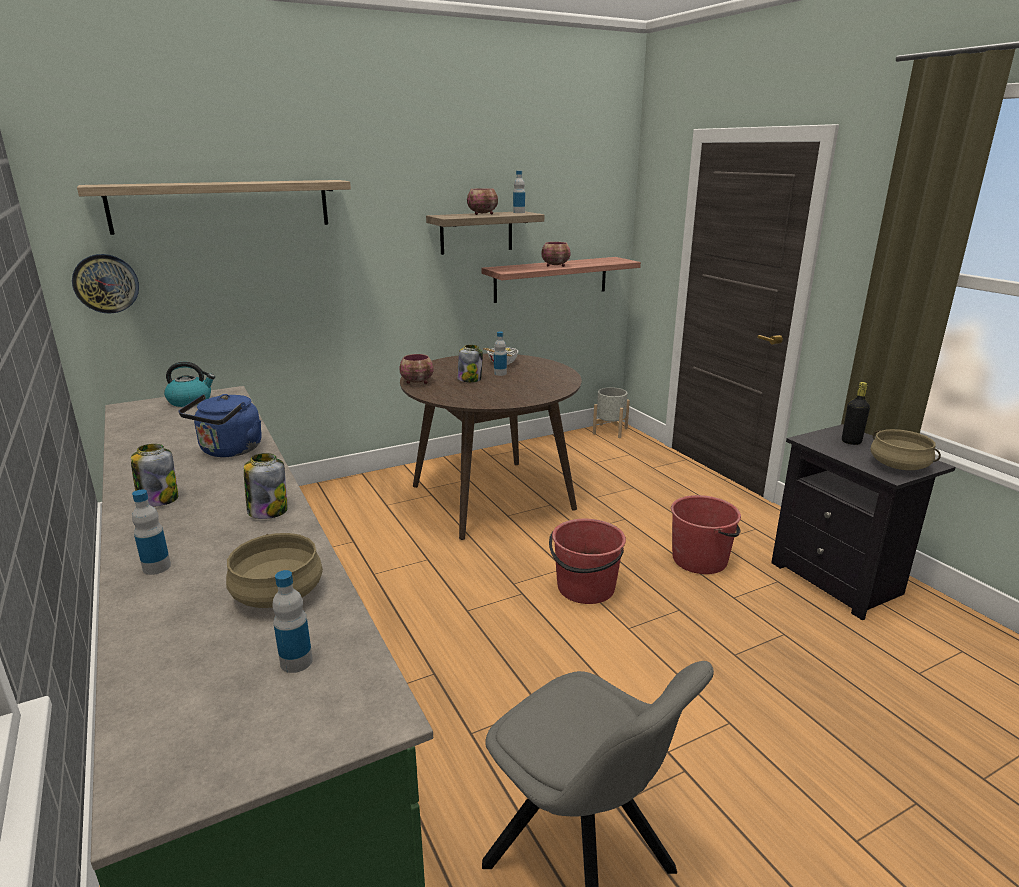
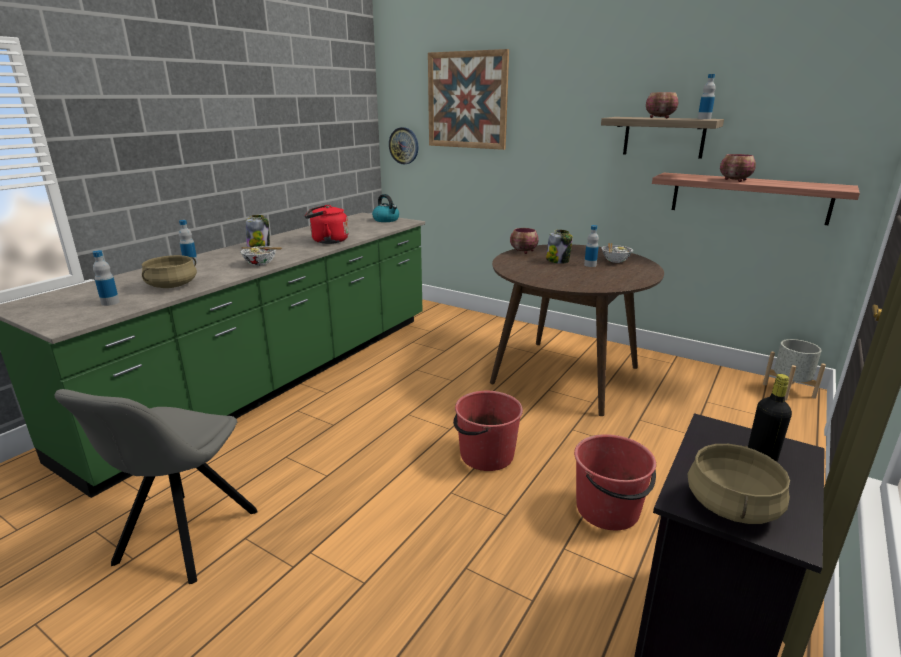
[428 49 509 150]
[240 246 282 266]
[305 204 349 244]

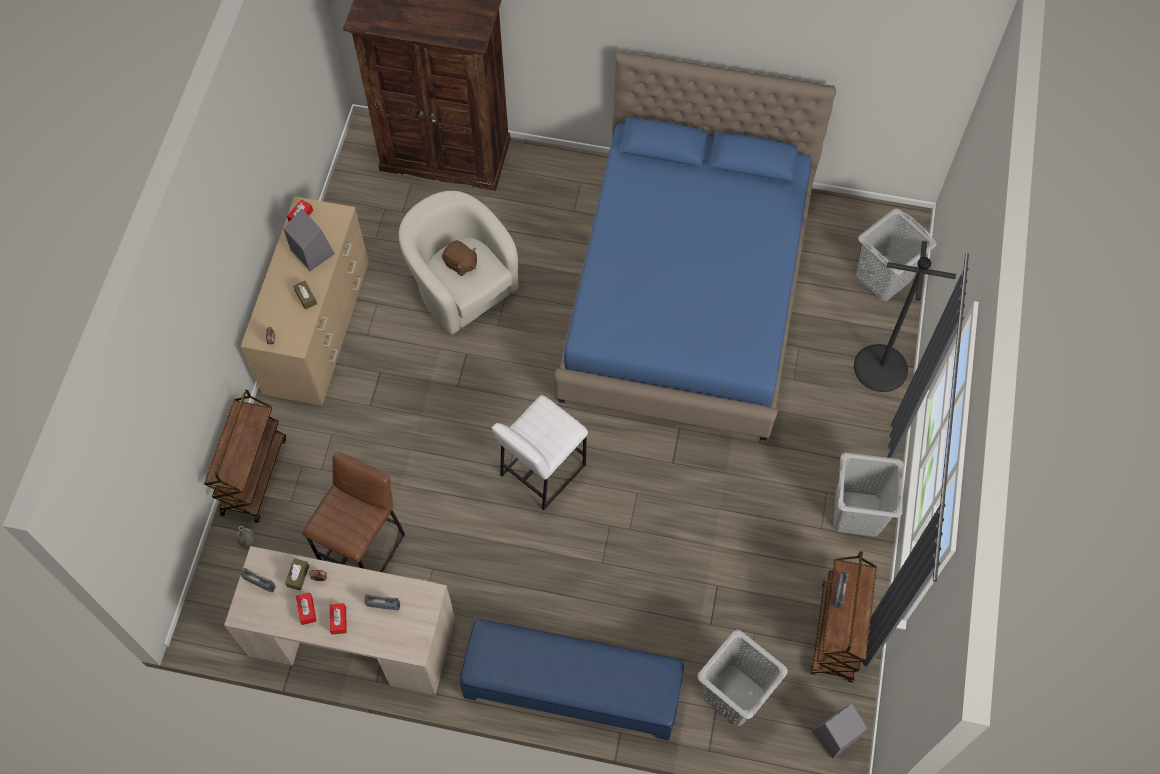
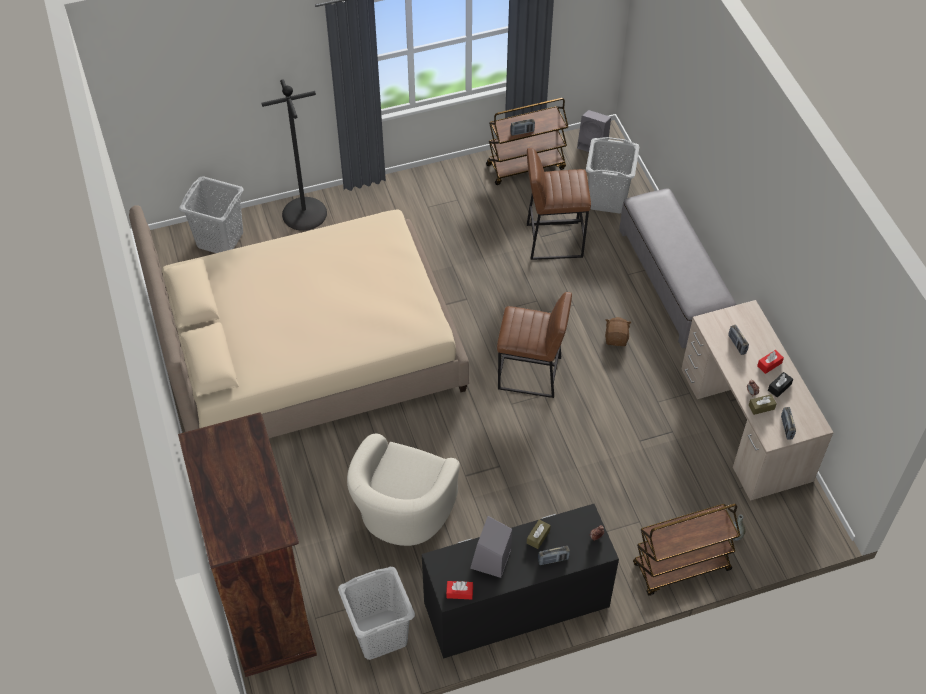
[538 546 570 565]
[527 148 591 260]
[605 317 631 346]
[338 567 415 660]
[422 504 619 659]
[768 372 793 398]
[619 189 736 348]
[497 292 572 398]
[129 205 469 438]

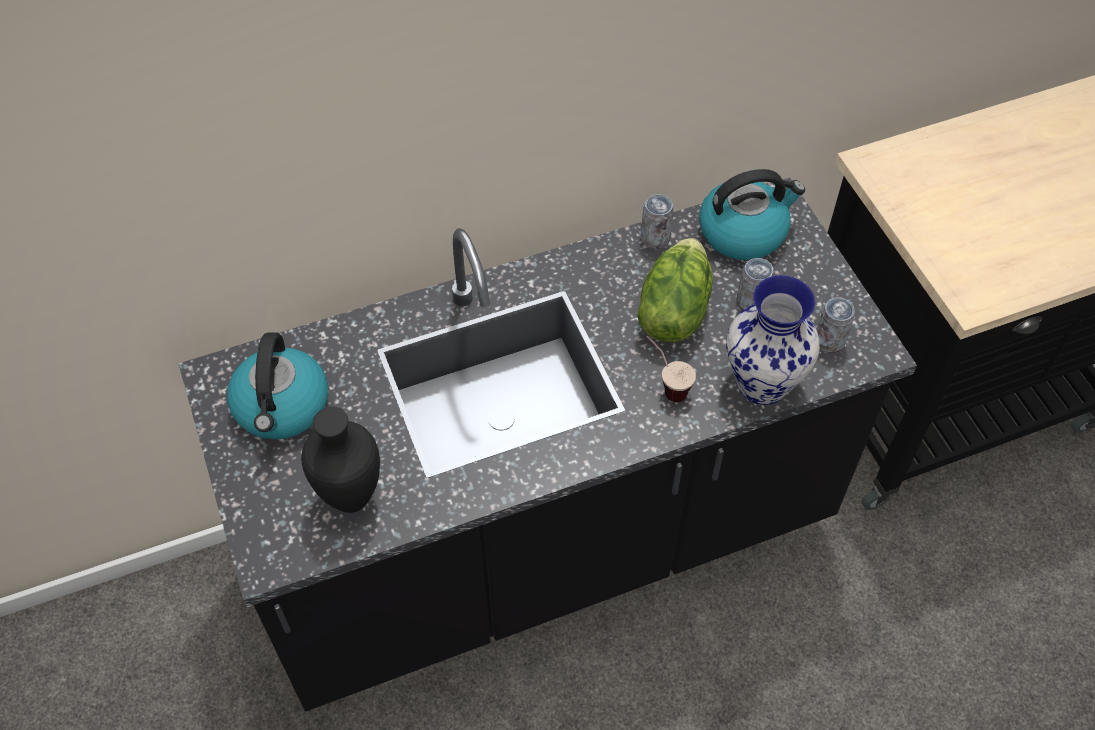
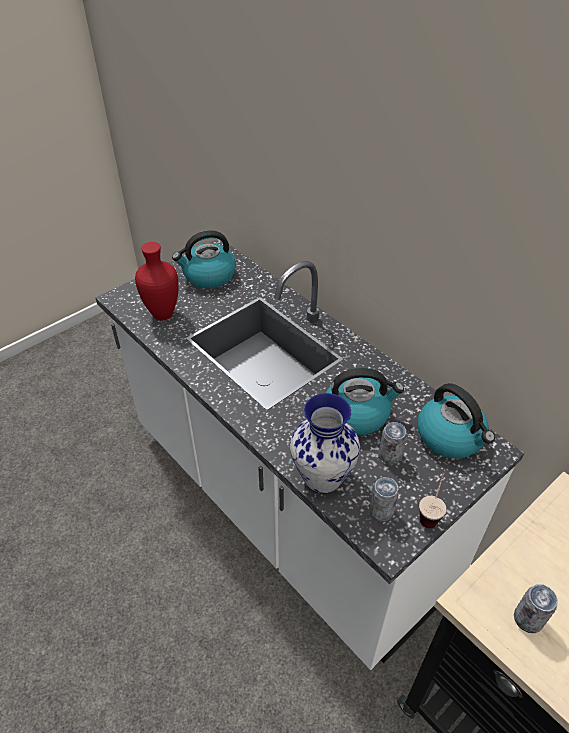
[514 584 558 633]
[419 470 446 528]
[326 368 404 436]
[95 239 524 670]
[135 242 179 321]

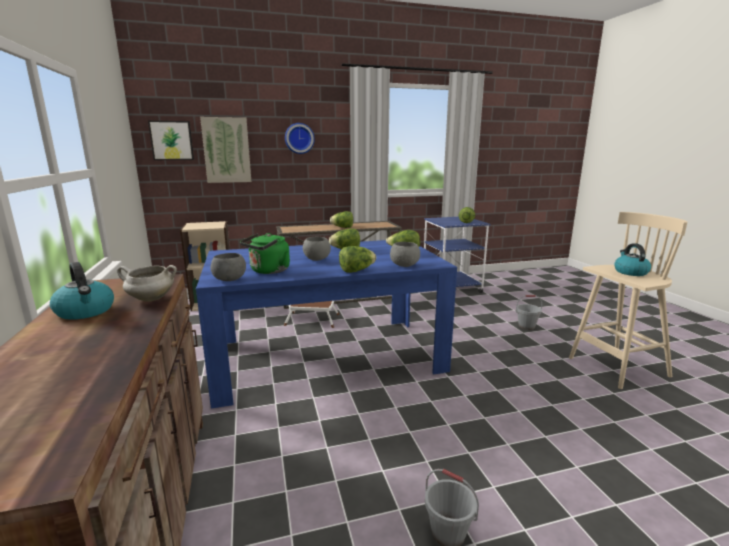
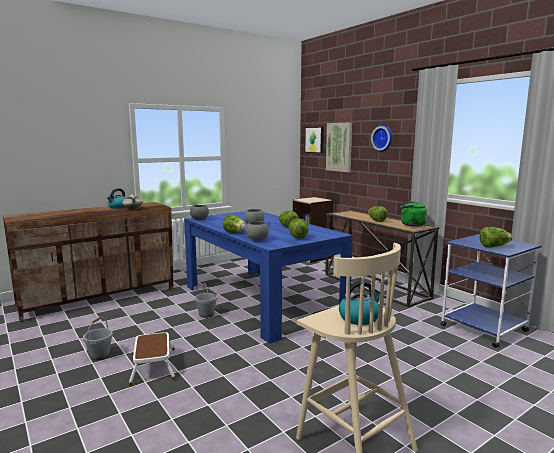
[400 201 427 227]
[127 332 177 387]
[195 283 217 318]

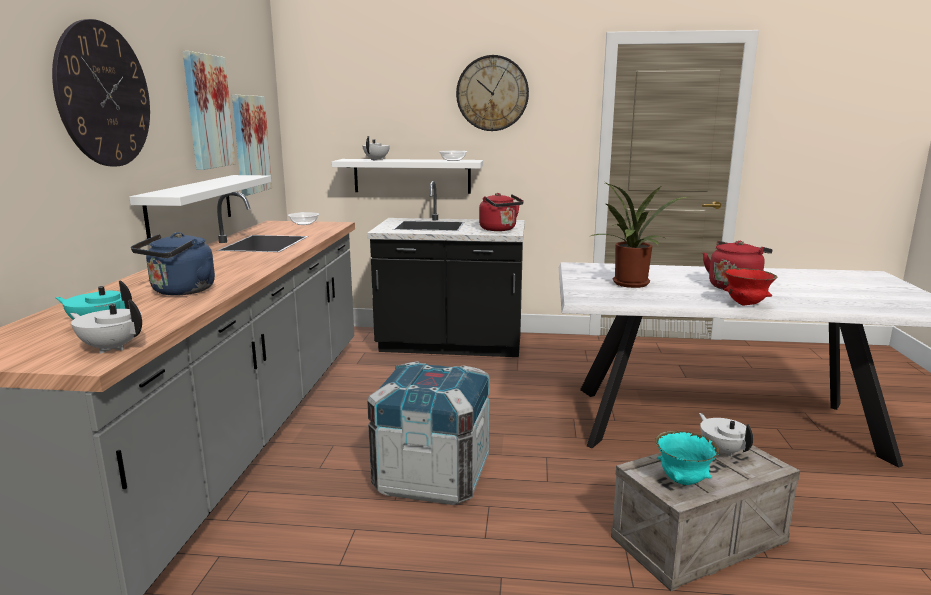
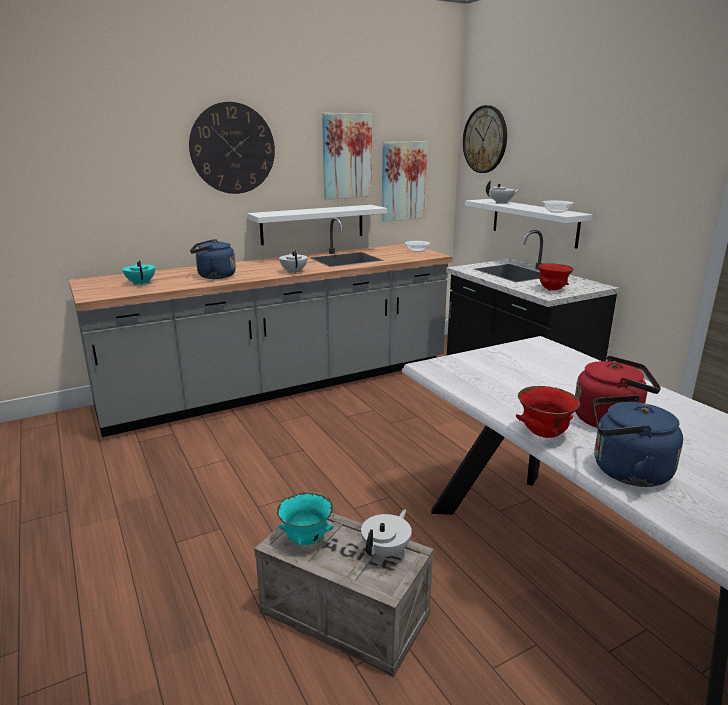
[367 361 490 505] (first image)
[587 181 688 288] (first image)
[593 395 683 487]
[279 250 308 273]
[463 105 507 173]
[537 263 574 291]

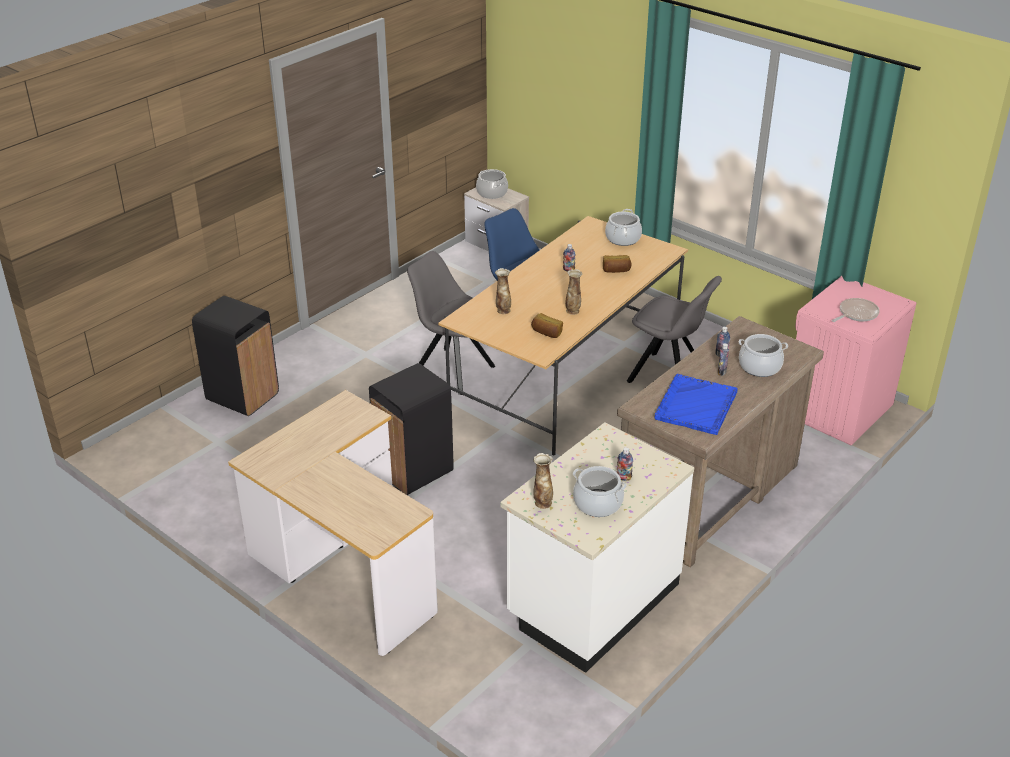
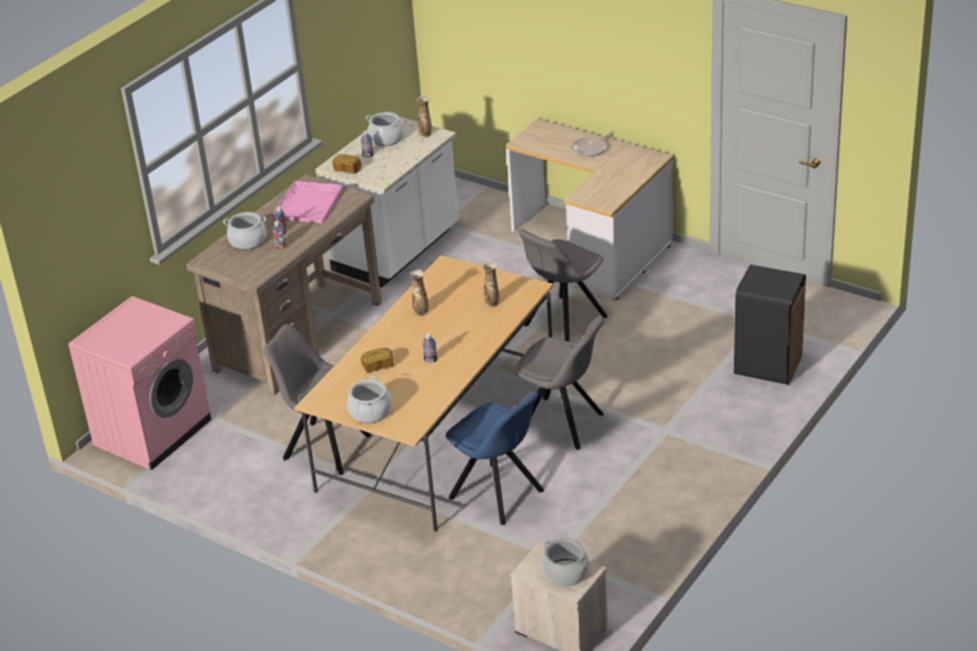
[332 154 361 174]
[572 131 614 157]
[519 229 608 342]
[272 181 344 223]

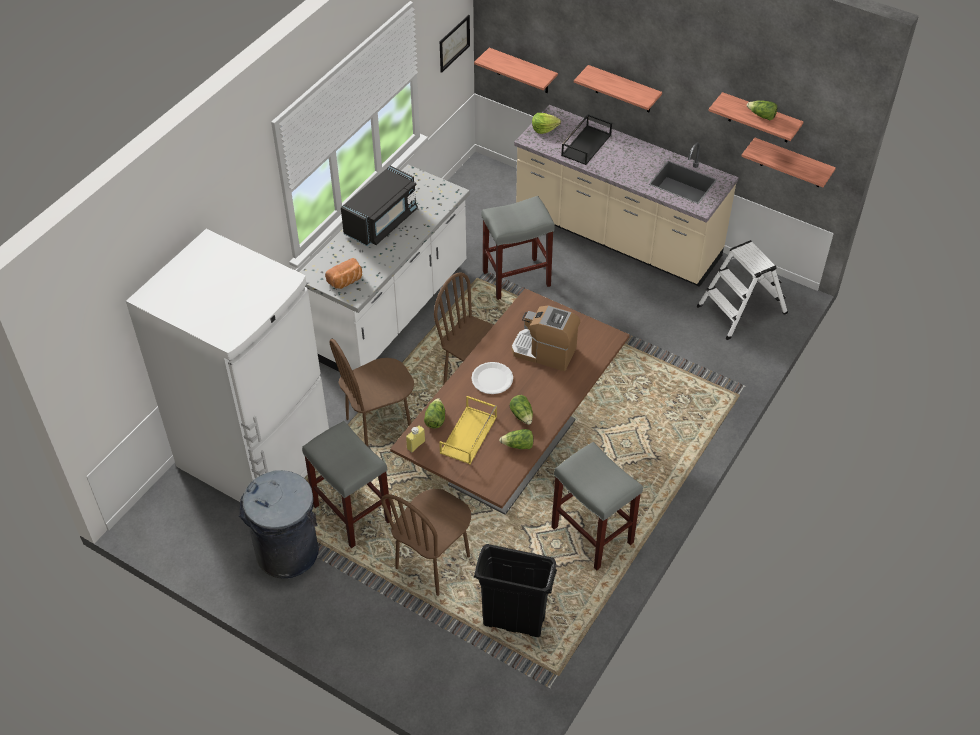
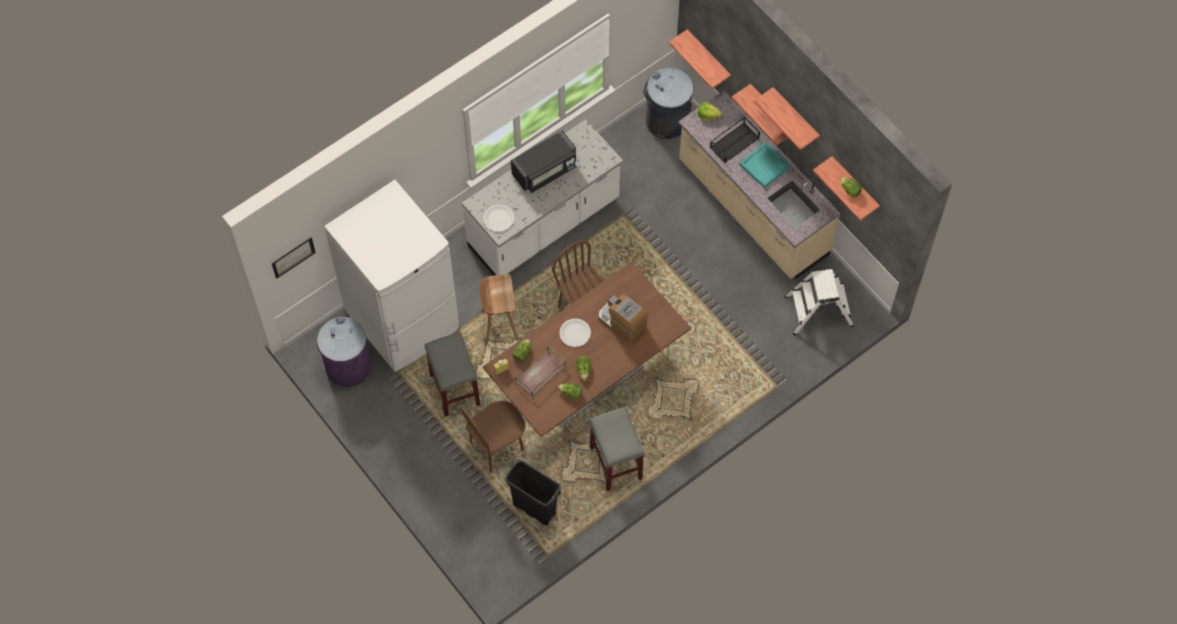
[481 196 555 300] (first image)
[317 317 371 387]
[739 142 790 188]
[643 68 694 139]
[272 237 316 279]
[754 87 820 150]
[483 204 514 232]
[479 274 518 344]
[515 345 566 397]

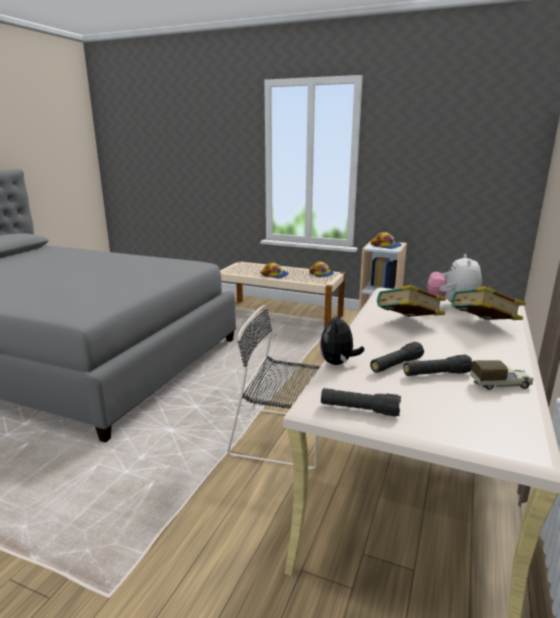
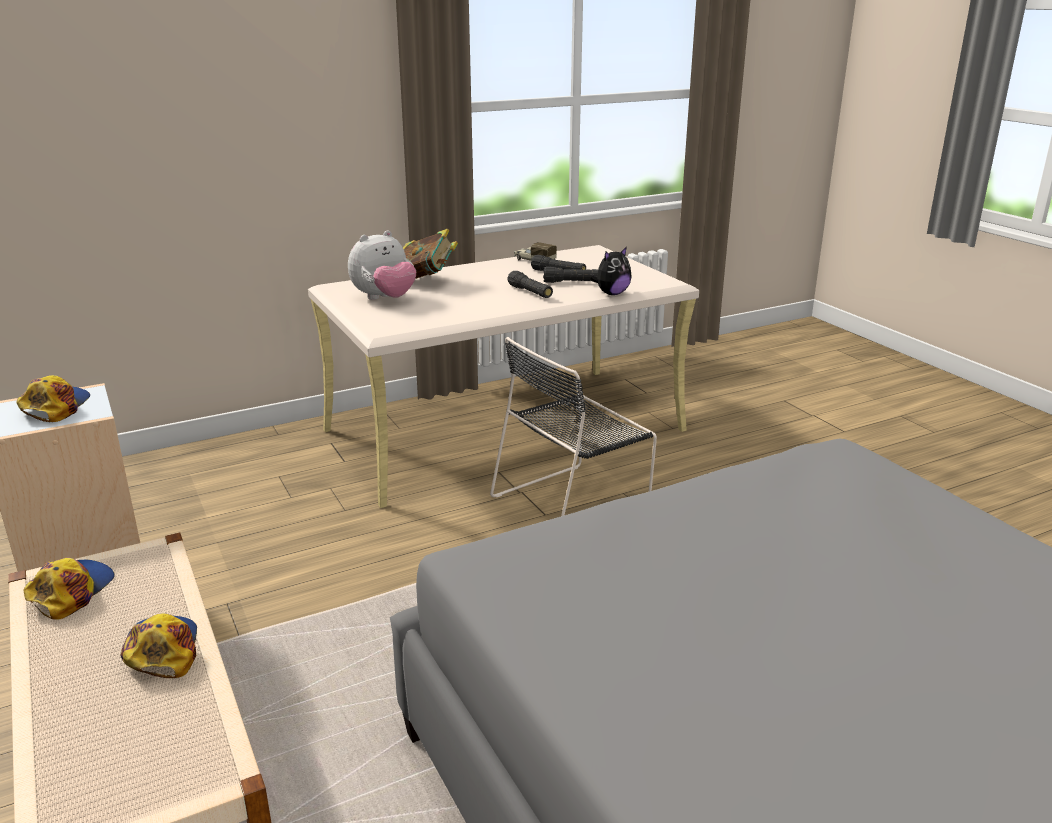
[377 285 446 317] (first image)
[507 271 553 298]
[490 337 657 516]

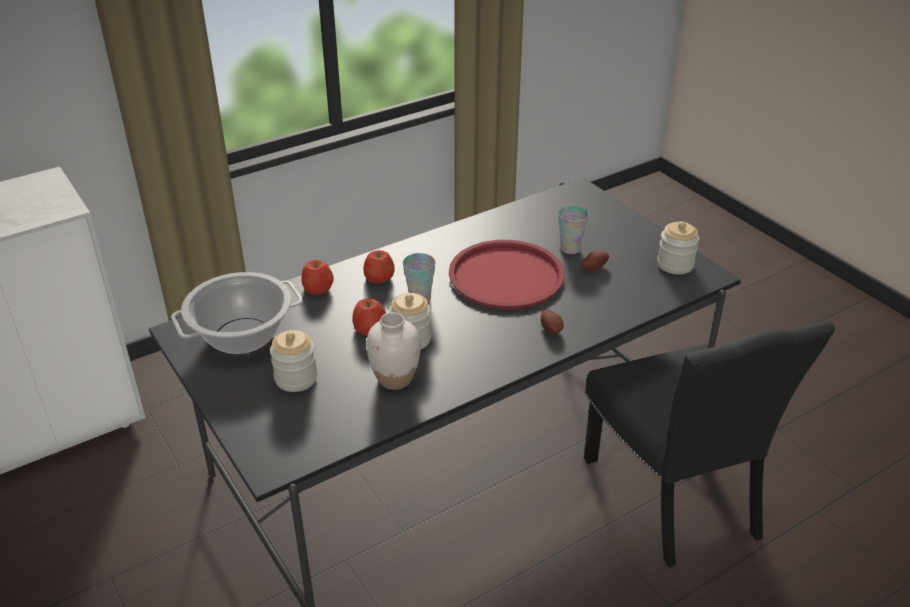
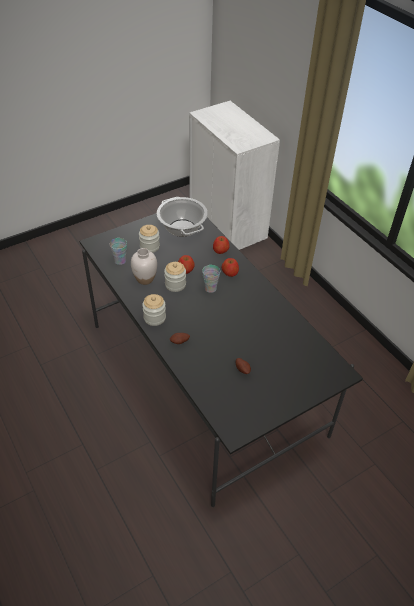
[449 240 564 309] (first image)
[584 320 835 567] (first image)
[110 238 127 265]
[142 294 166 326]

